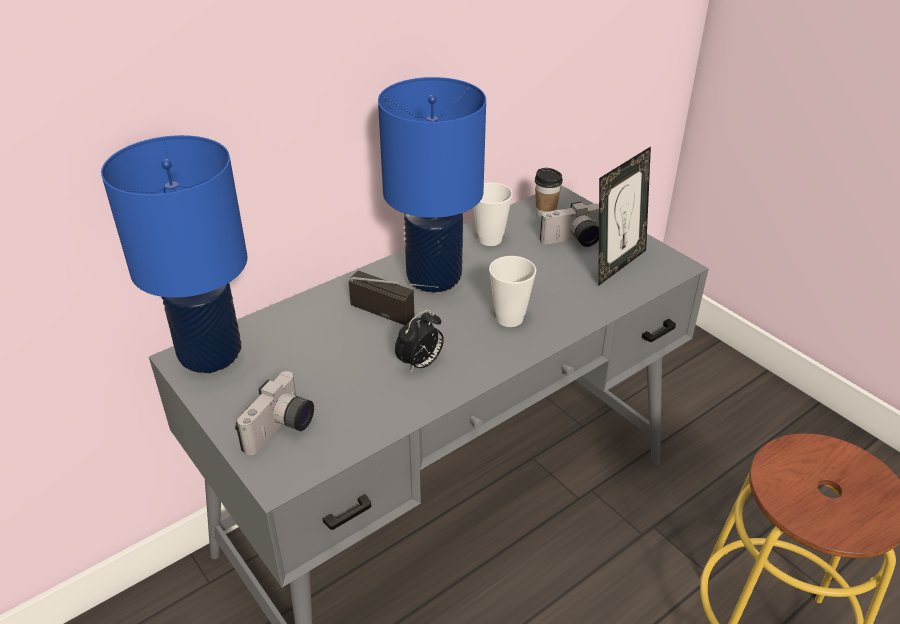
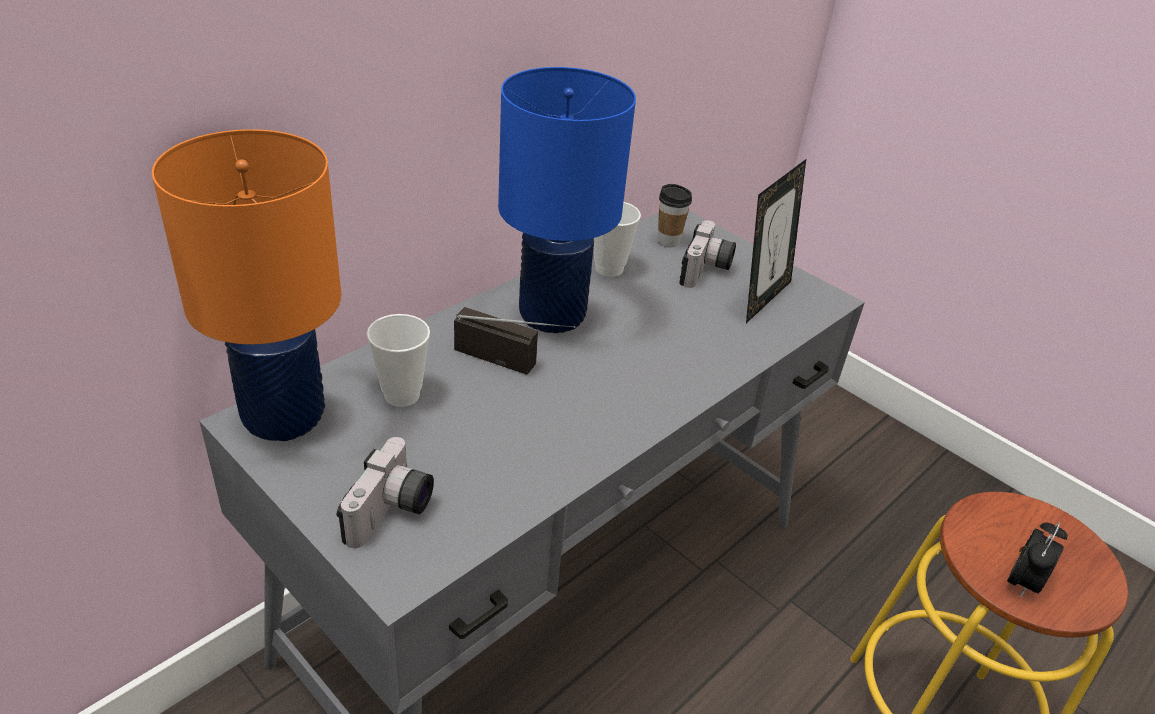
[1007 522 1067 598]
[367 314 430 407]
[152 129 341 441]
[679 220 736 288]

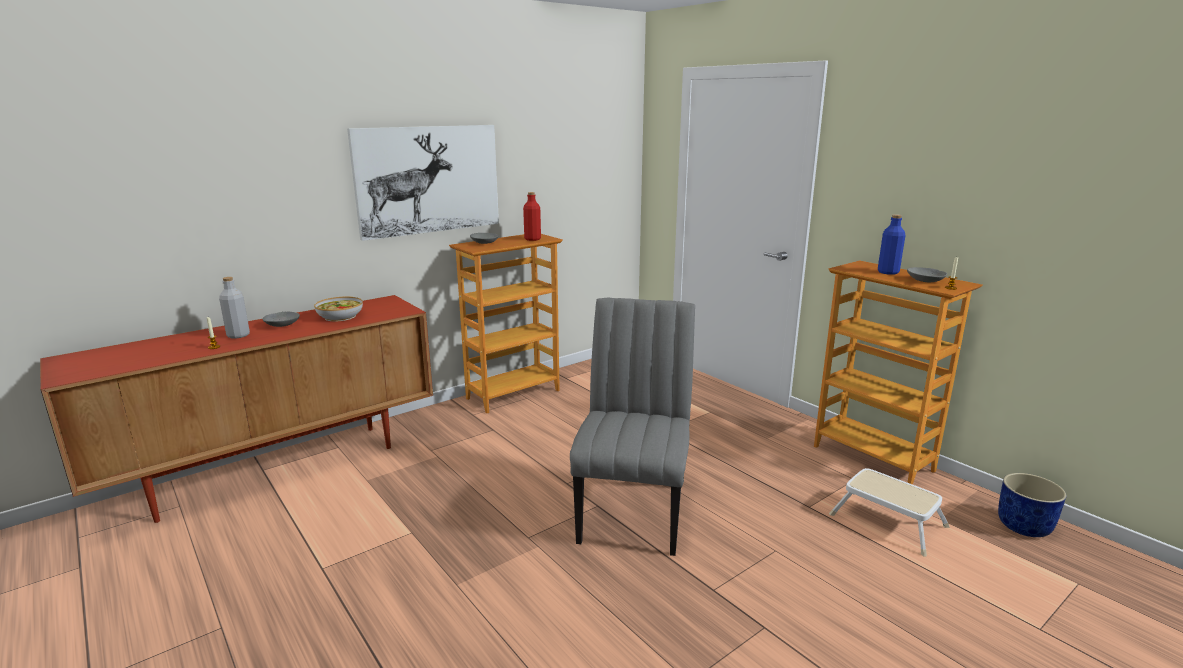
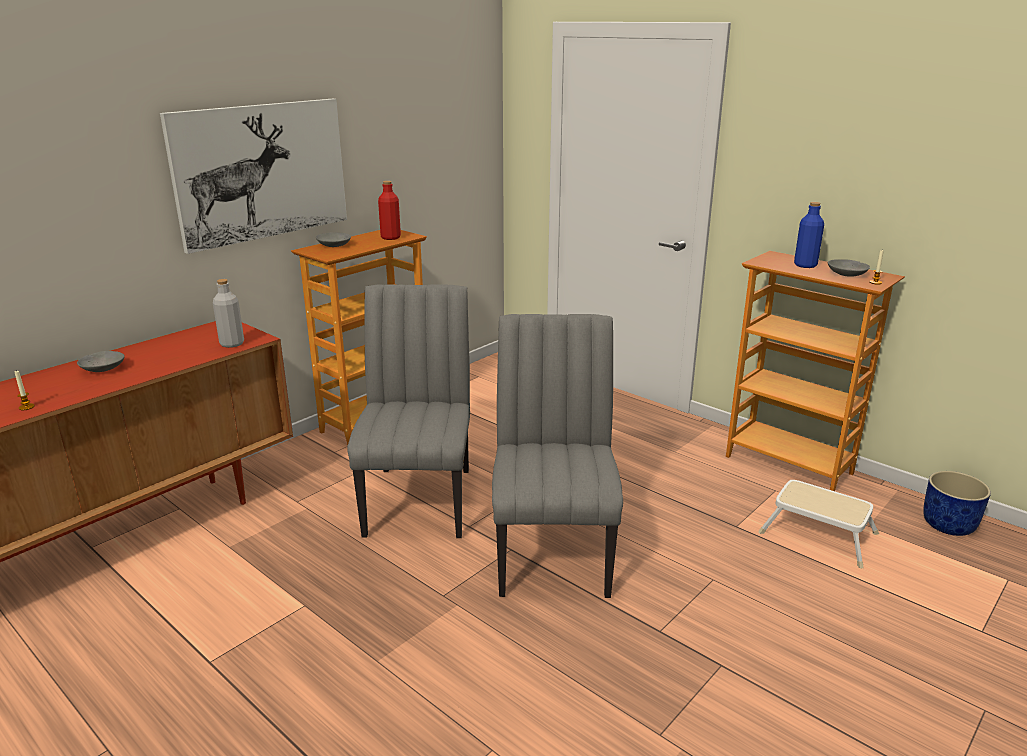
[314 297 363 321] (first image)
[347 284 470 538]
[213 279 244 348]

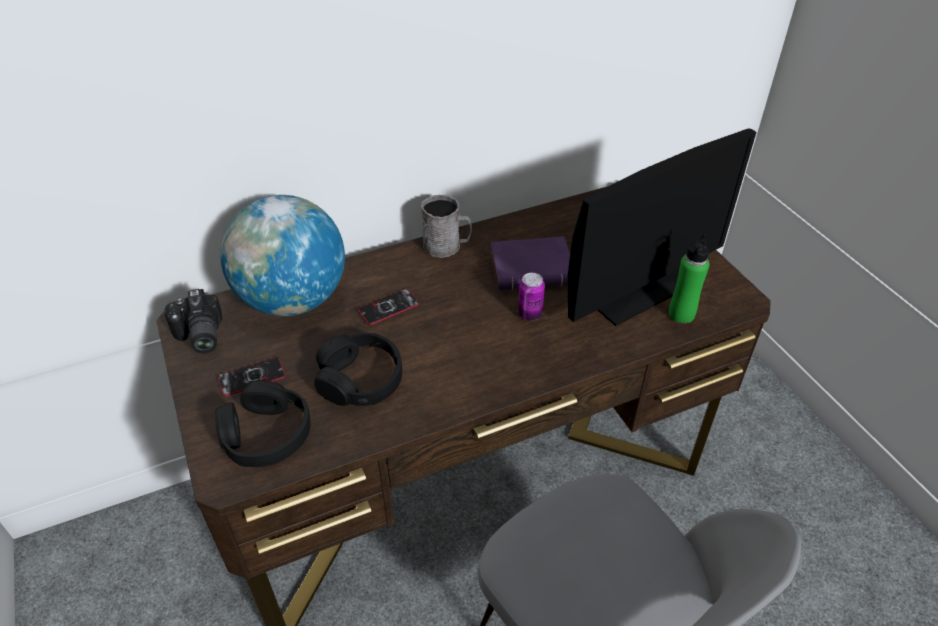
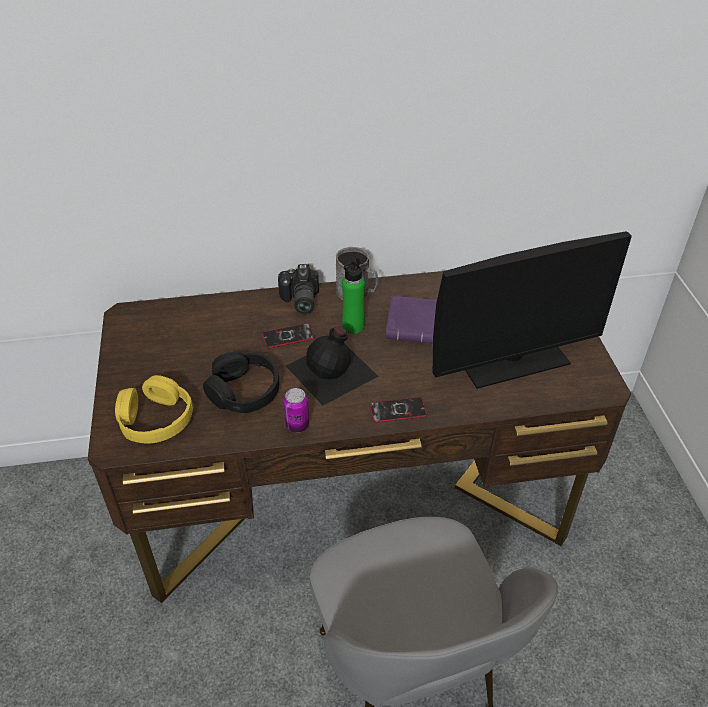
[220 195 345 316] (first image)
[286 326 378 405]
[278 264 319 314]
[369 397 427 423]
[284 388 309 433]
[342 257 365 334]
[115 375 193 444]

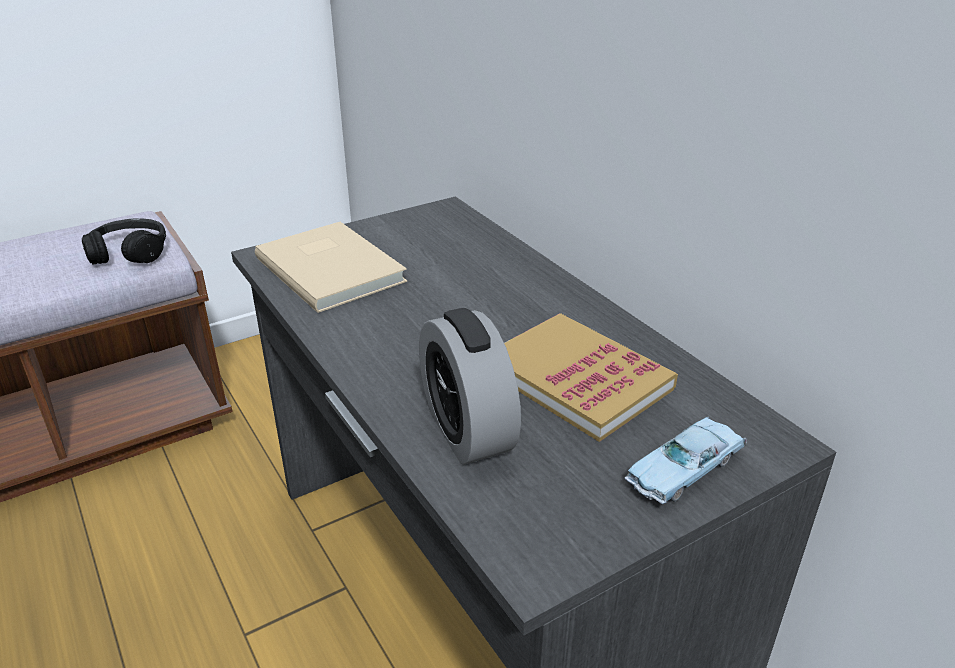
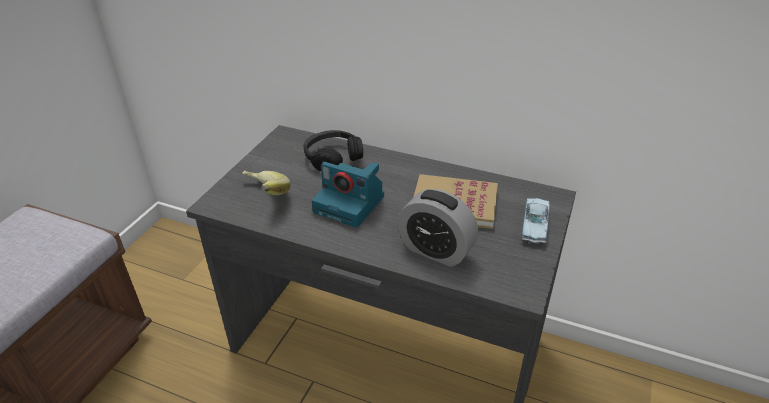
[312 162 384 228]
[304 130 363 171]
[243 171 290 195]

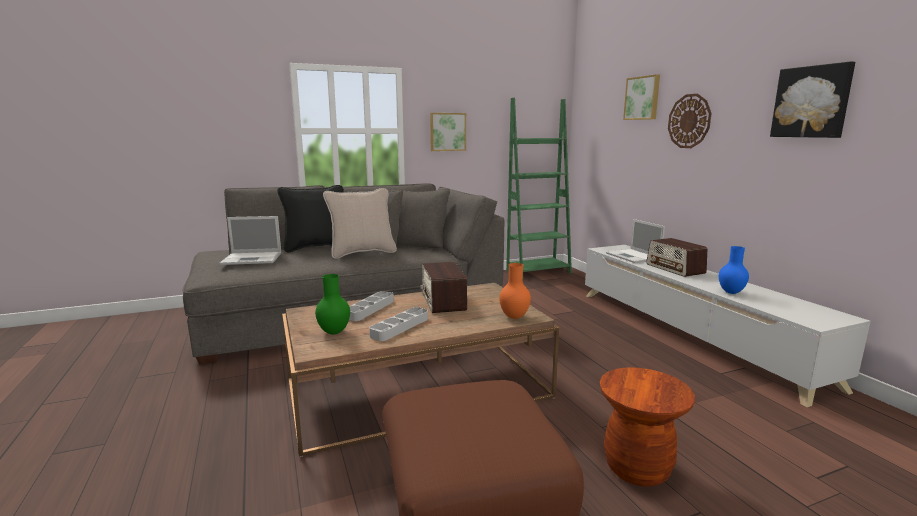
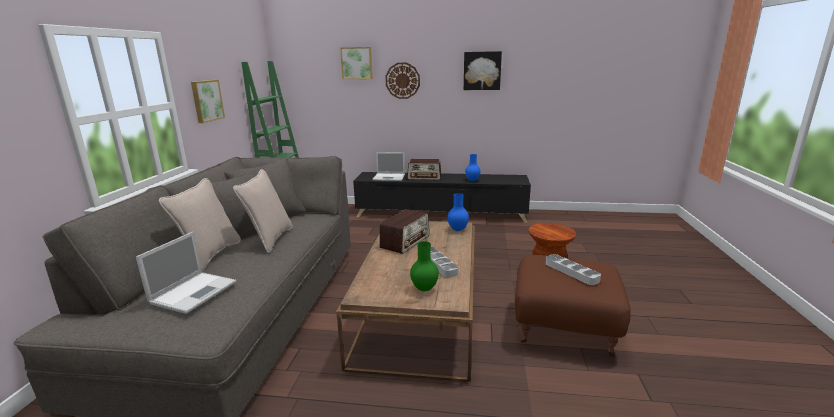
[546 254 601 285]
[159 178 241 271]
[448 193 469 231]
[353 172 531 223]
[379 209 429 254]

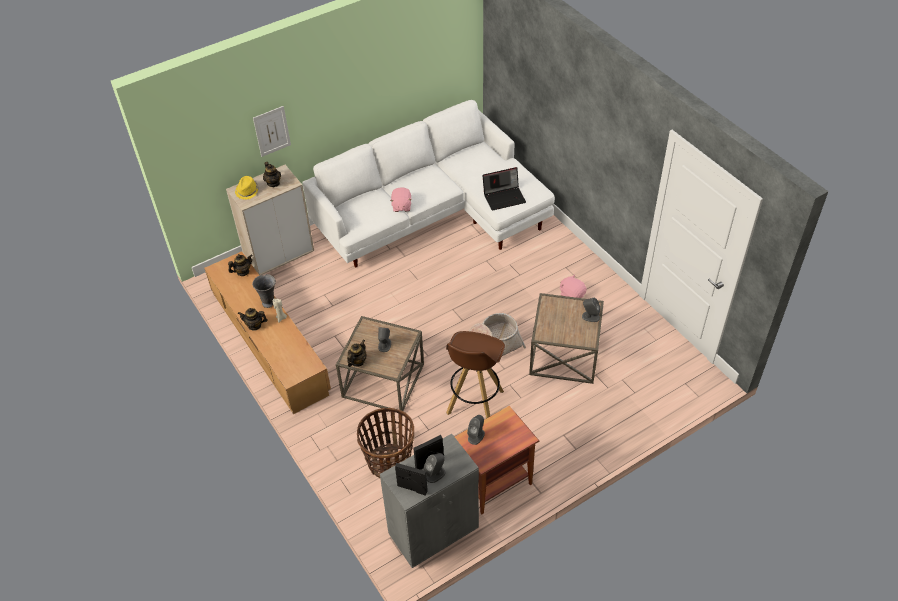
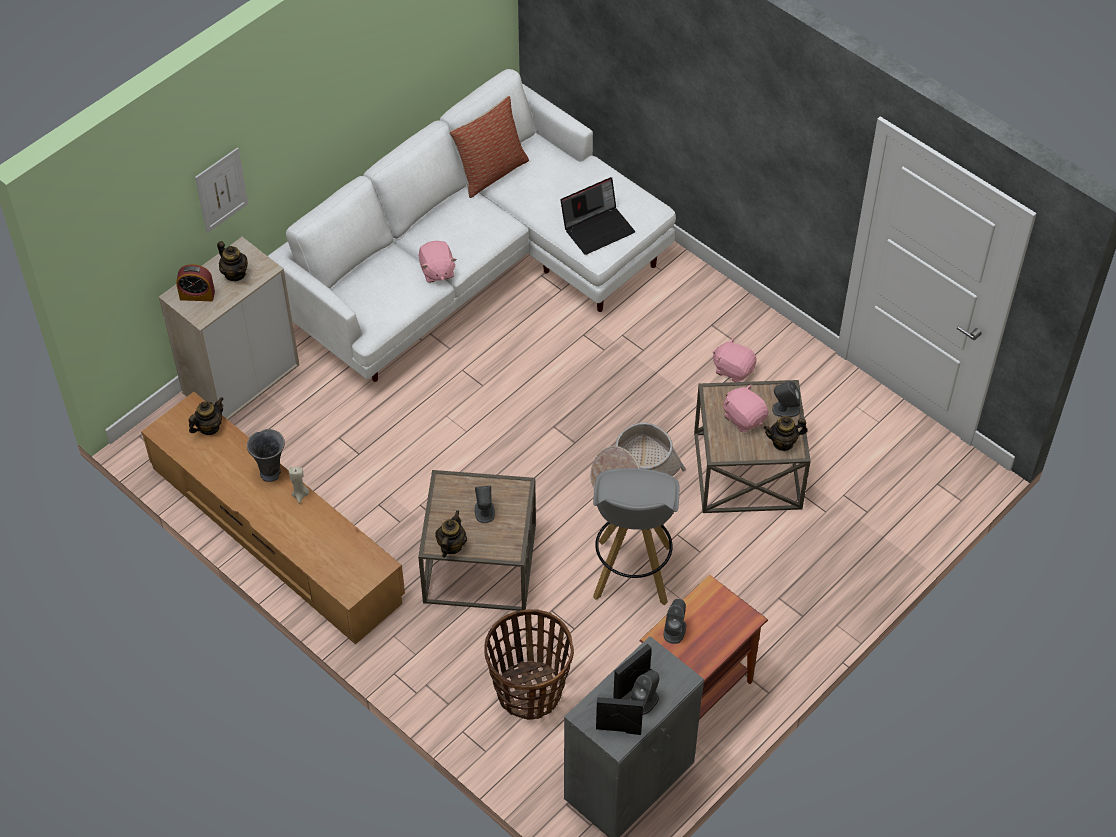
[450 96 529 198]
[723 384 769 432]
[763 416 808 451]
[176 264 215 301]
[593 468 679 605]

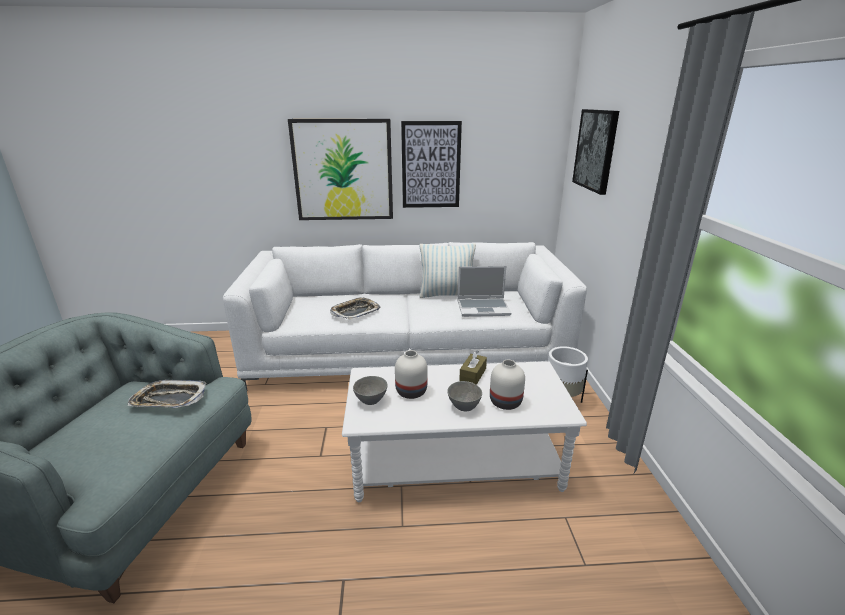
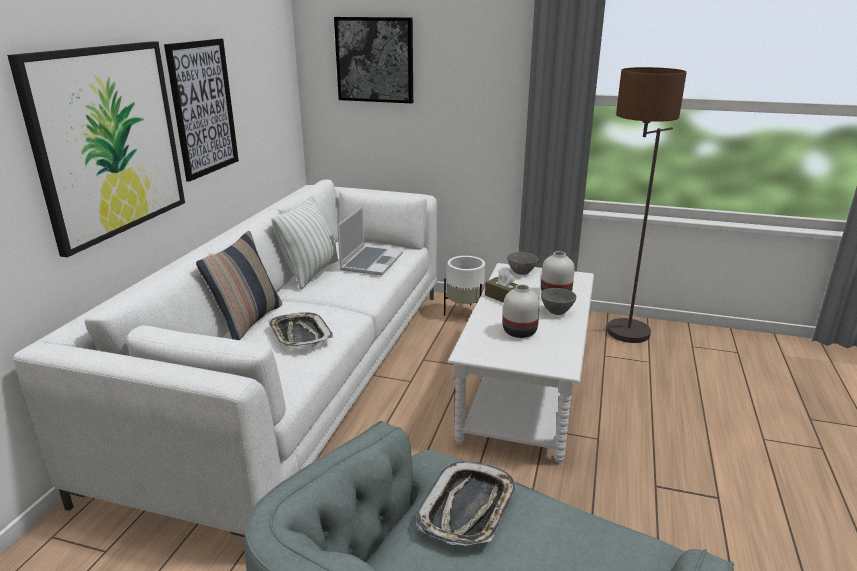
[196 231 282 340]
[607 67 687 343]
[507 252 538 275]

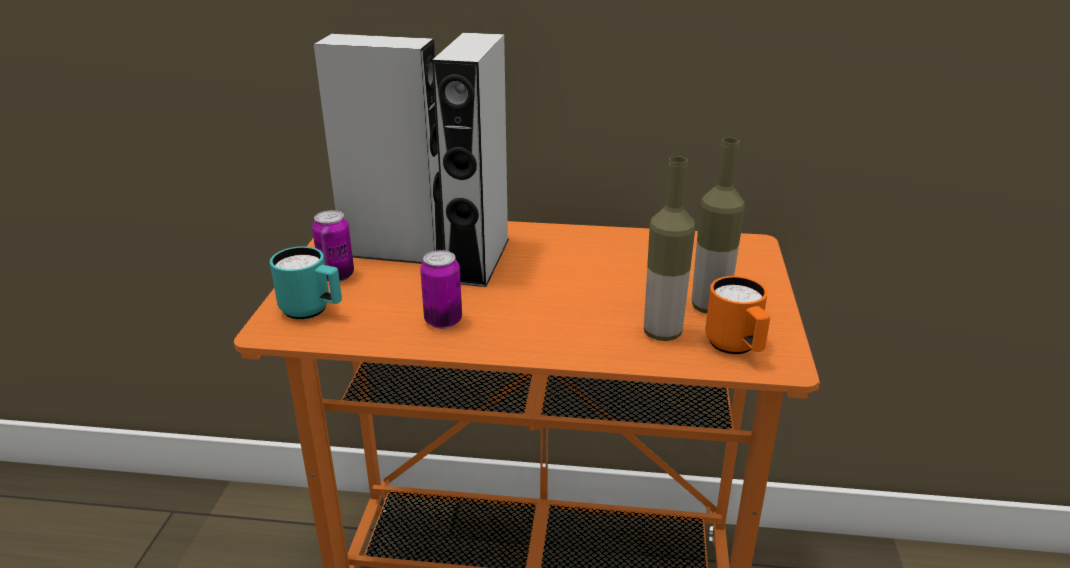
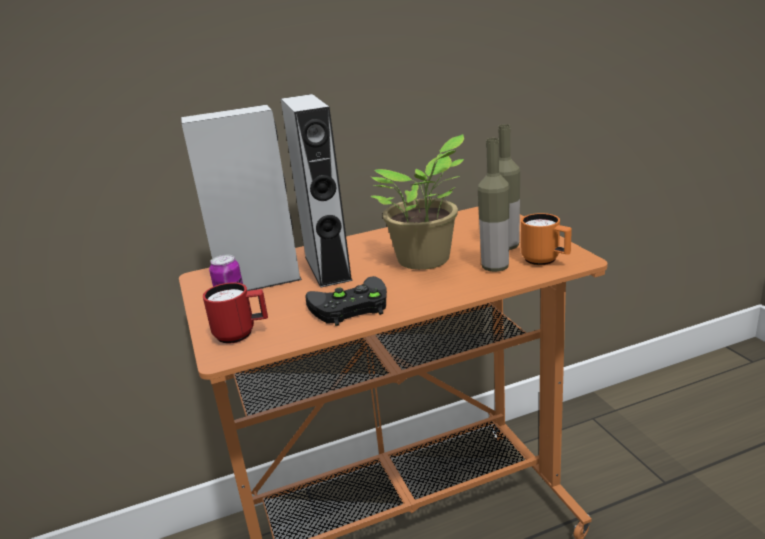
[370 134 464 270]
[305 276 387 326]
[203 282 268 344]

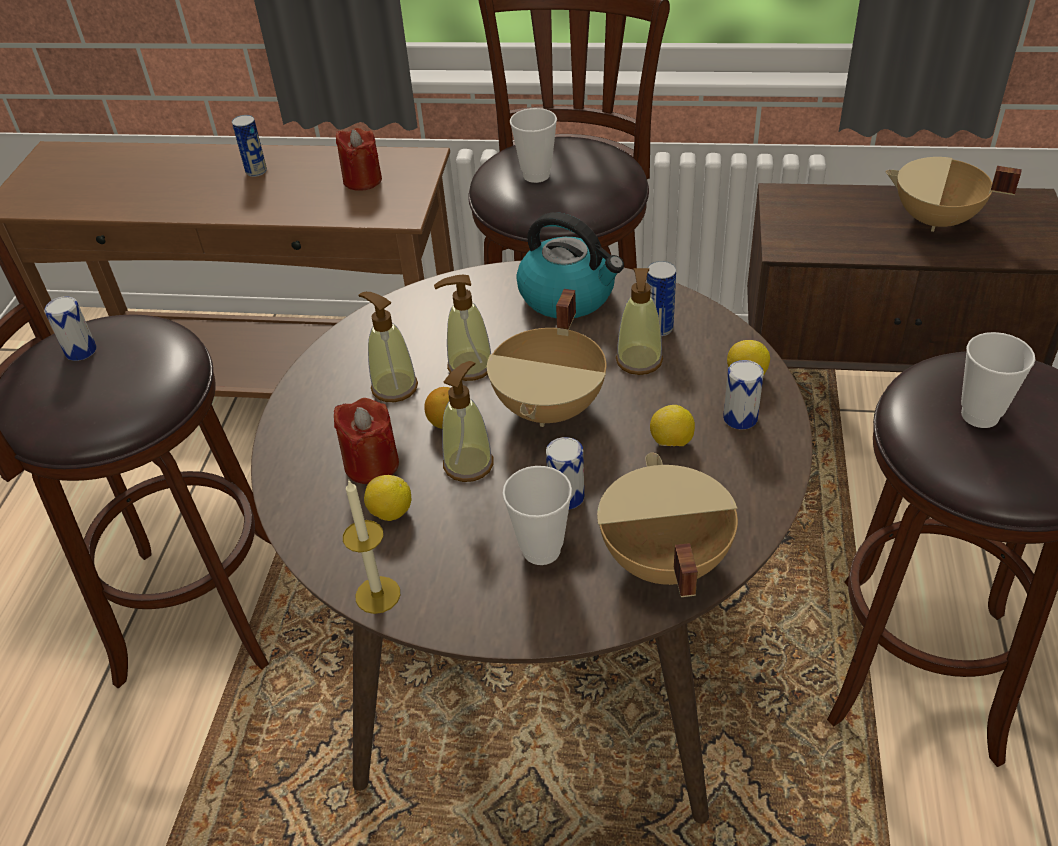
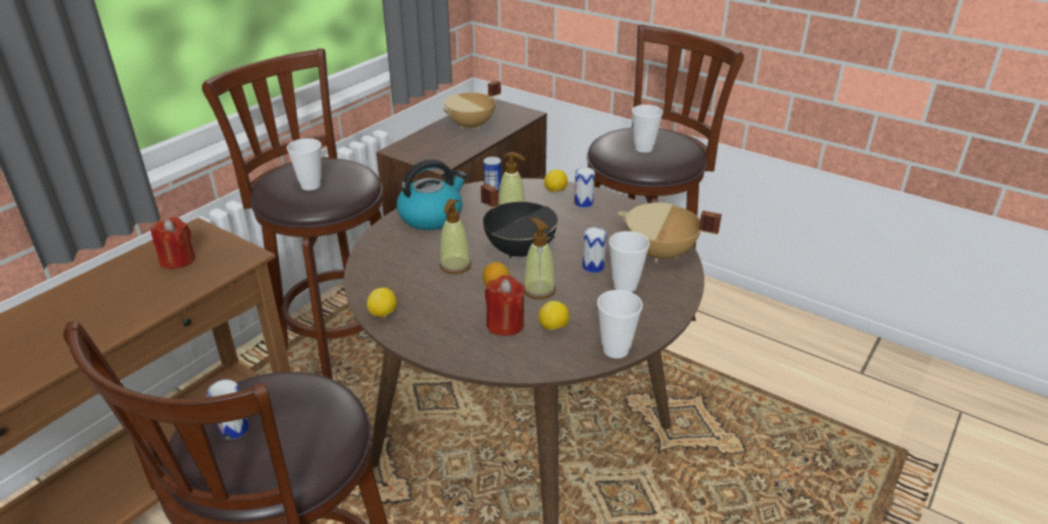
[232 115 267 177] (first image)
[359 292 418 402] (first image)
[367 288 397 317]
[597 290 643 358]
[481 184 558 259]

